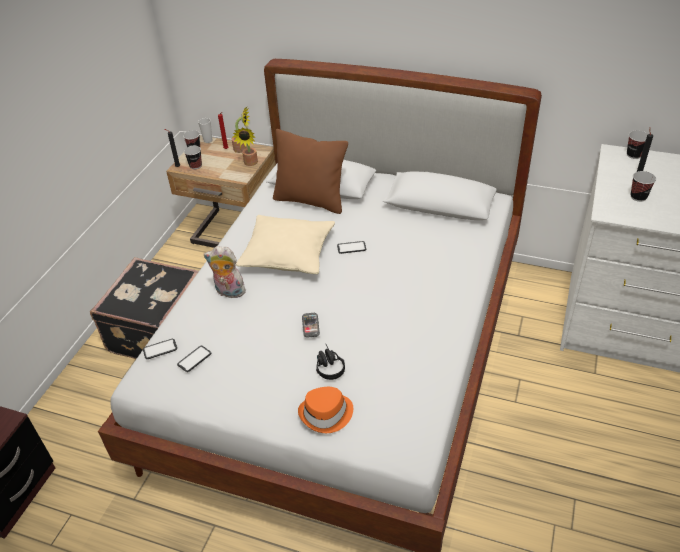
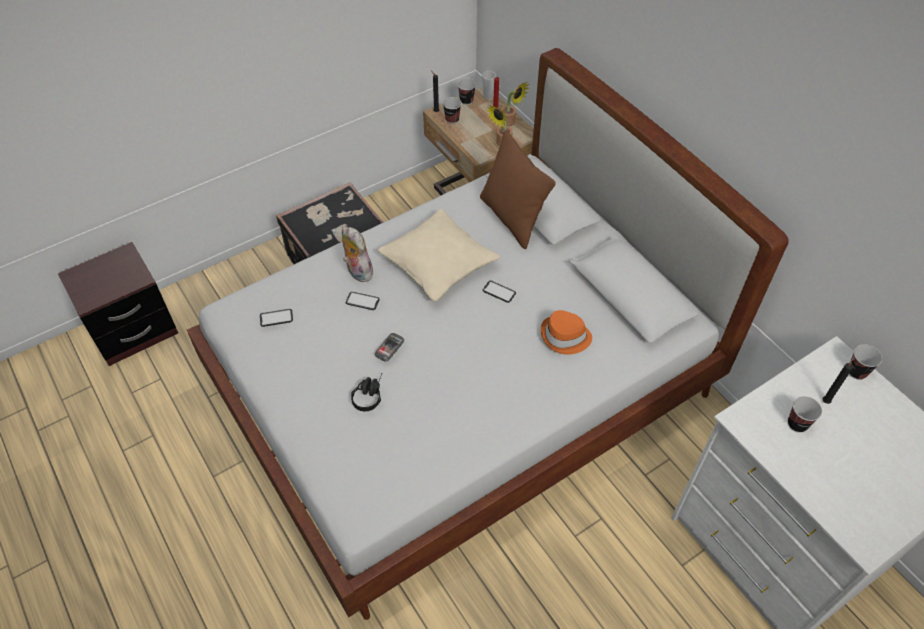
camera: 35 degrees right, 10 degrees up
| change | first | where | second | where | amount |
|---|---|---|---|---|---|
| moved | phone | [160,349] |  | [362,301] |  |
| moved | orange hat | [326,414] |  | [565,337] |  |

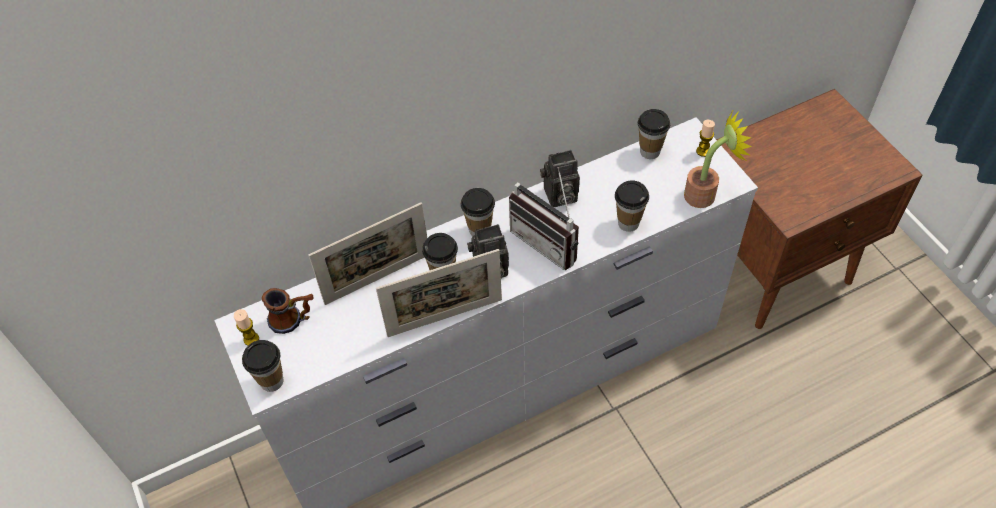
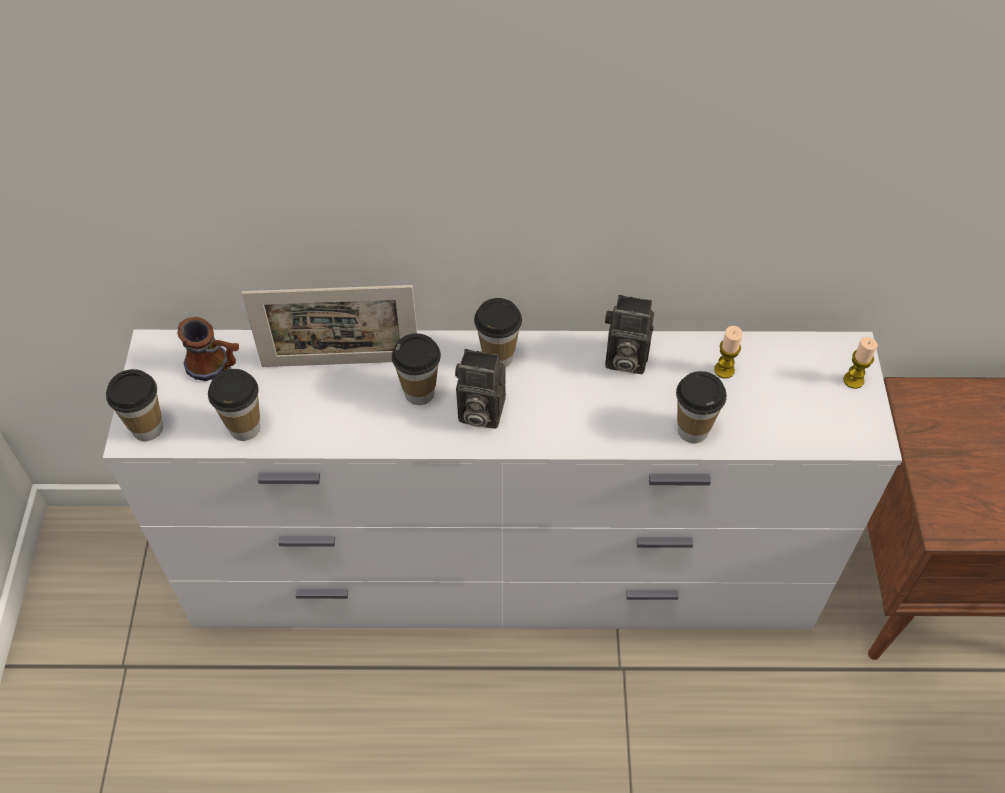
camera: 25 degrees right, 0 degrees up
| change | first | where | second | where | amount |
|---|---|---|---|---|---|
| moved | candle | [251,339] |  | [724,370] |  |
| removed | picture frame | [445,317] |  |  |  |
| removed | radio | [550,241] |  |  |  |
| moved | cup | [649,151] |  | [245,428] |  |
| removed | potted plant | [705,194] |  |  |  |

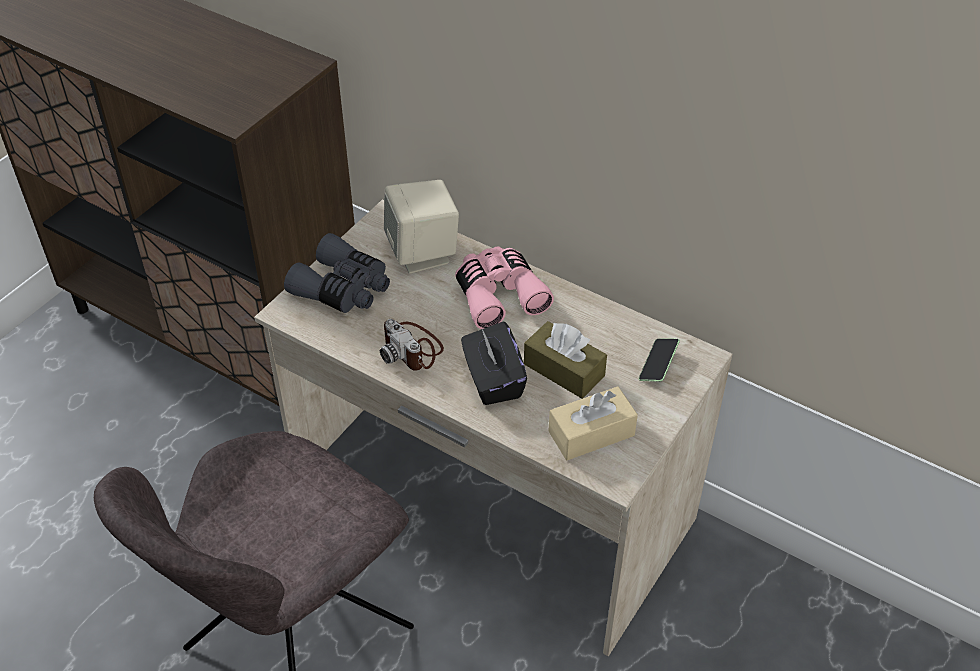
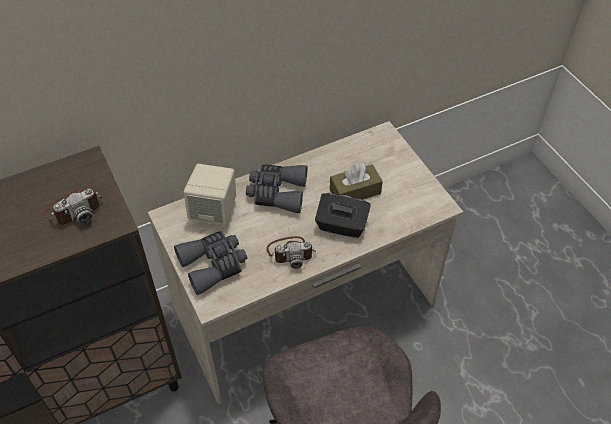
camera: 60 degrees left, 5 degrees up
| change | first | where | second | where | amount |
|---|---|---|---|---|---|
| recoloured | pink binoculars | [499,294] | grey binoculars | [277,193] |  |
| removed | beige tissue box | [591,433] |  |  |  |
| removed | phone | [658,365] |  |  |  |
| added |  |  | photo camera | [74,209] |  |

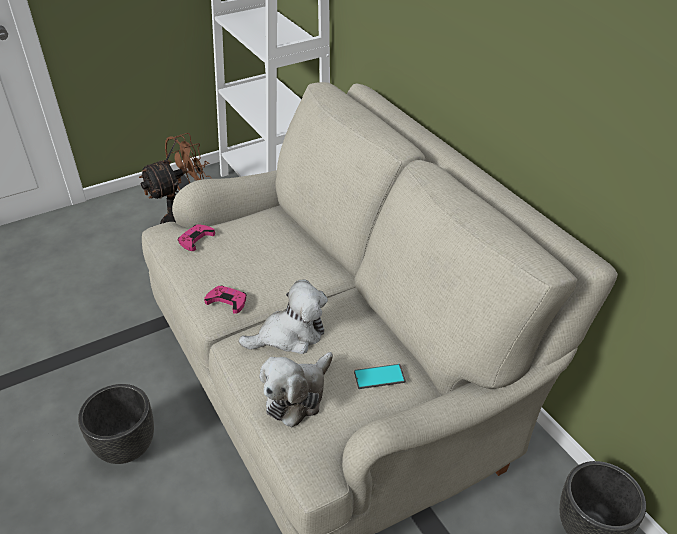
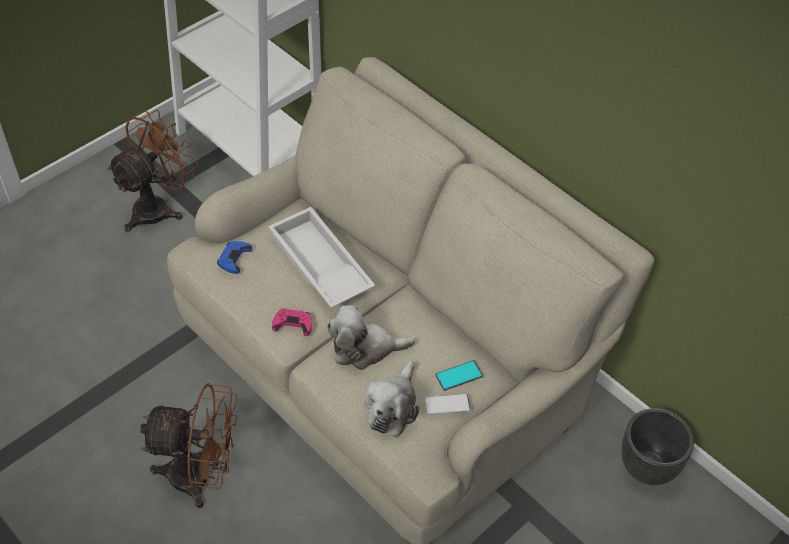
camera: 15 degrees left, 10 degrees up
| change | first | where | second | where | amount |
|---|---|---|---|---|---|
| replaced | black planter | [126,447] | brown fan | [201,477] |  |
| recoloured | pink game controller | [196,239] | blue game controller | [234,258] |  |
| turned | plush toy | [290,335] |  | [365,348] | 150 degrees counterclockwise |
| added |  |  | white tray | [318,265] |  |
| added |  |  | phone | [447,404] |  |

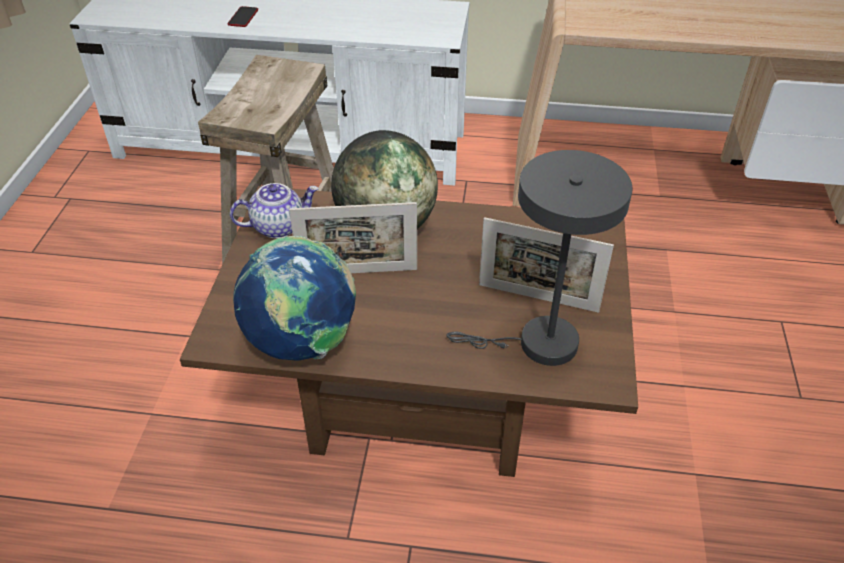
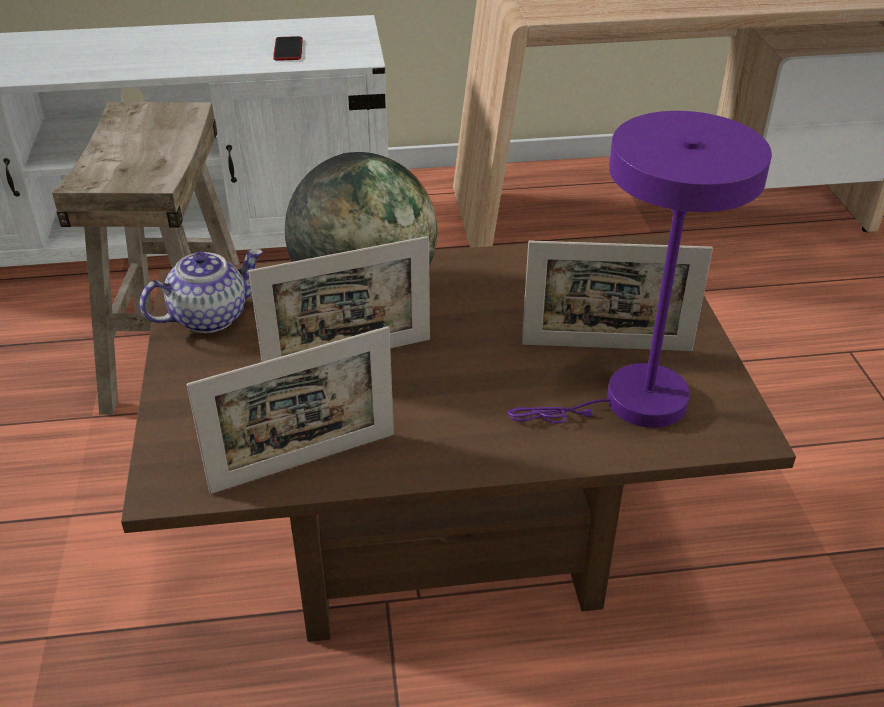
camera: 15 degrees left, 5 degrees down
| change | first | where | second | where | amount |
|---|---|---|---|---|---|
| moved | phone | [243,17] |  | [288,50] |  |
| replaced | globe | [303,342] | picture frame | [304,462] |  |
| recoloured | grey table lamp | [537,344] | purple table lamp | [632,404] |  |

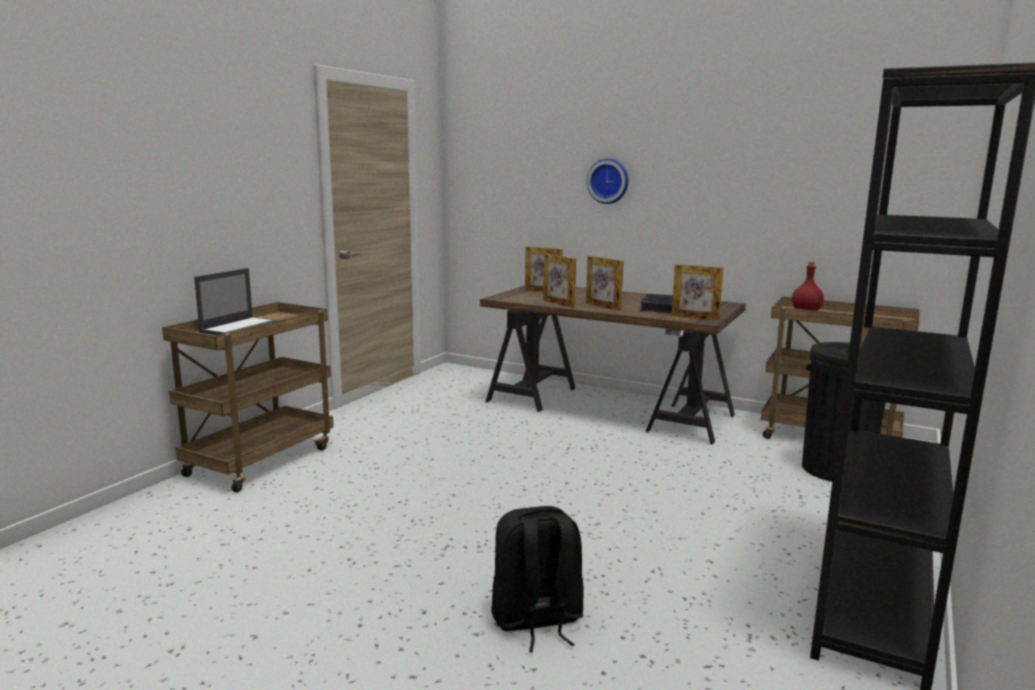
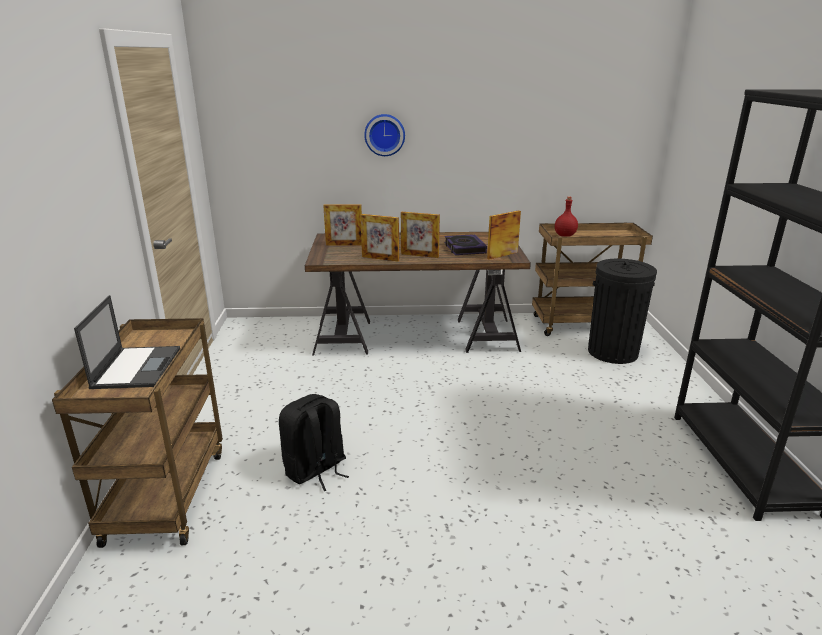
camera: 30 degrees left, 10 degrees up
| change | first | where | second | where | amount |
|---|---|---|---|---|---|
| moved | black backpack | [537,621] |  | [315,470] |  |
| turned | picture frame | [695,317] |  | [502,255] | 150 degrees clockwise |

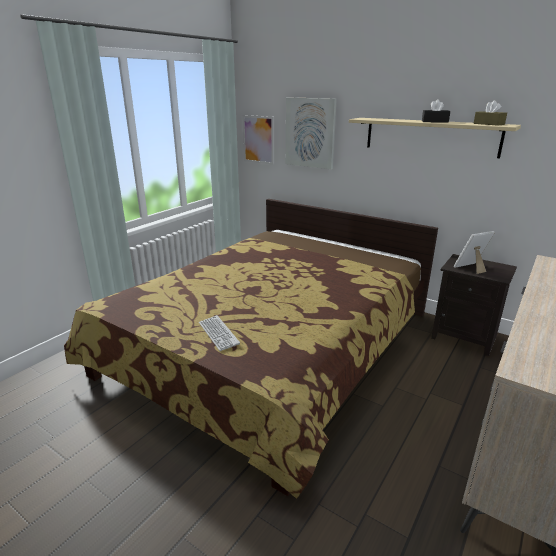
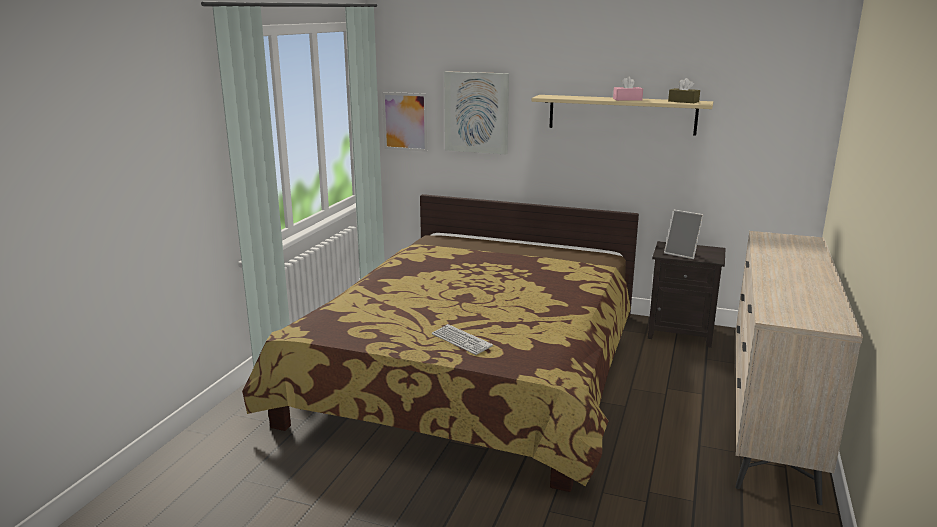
camera: 15 degrees left, 5 degrees down
| change | first | where | second | where | amount |
|---|---|---|---|---|---|
| recoloured | black tissue box | [434,121] | pink tissue box | [627,99] |  |
| turned | picture frame | [471,268] |  | [682,253] | 105 degrees counterclockwise |

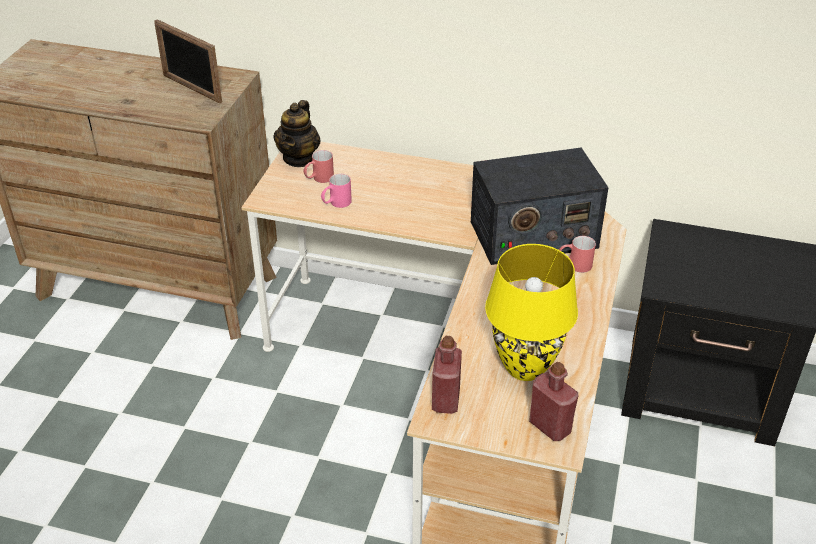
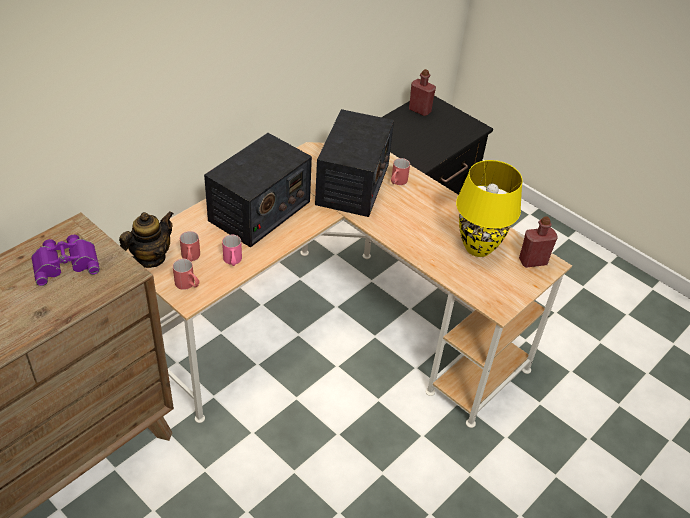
camera: 65 degrees left, 5 degrees up
| change | first | where | second | where | amount |
|---|---|---|---|---|---|
| replaced | picture frame | [192,88] | purple binoculars | [66,262] |  |
| turned | teapot | [299,158] |  | [150,258] | 90 degrees counterclockwise |
| moved | red bottle | [445,400] |  | [419,110] |  |
| added |  |  | red mug | [188,285] |  |
| added |  |  | radio | [259,211] |  |

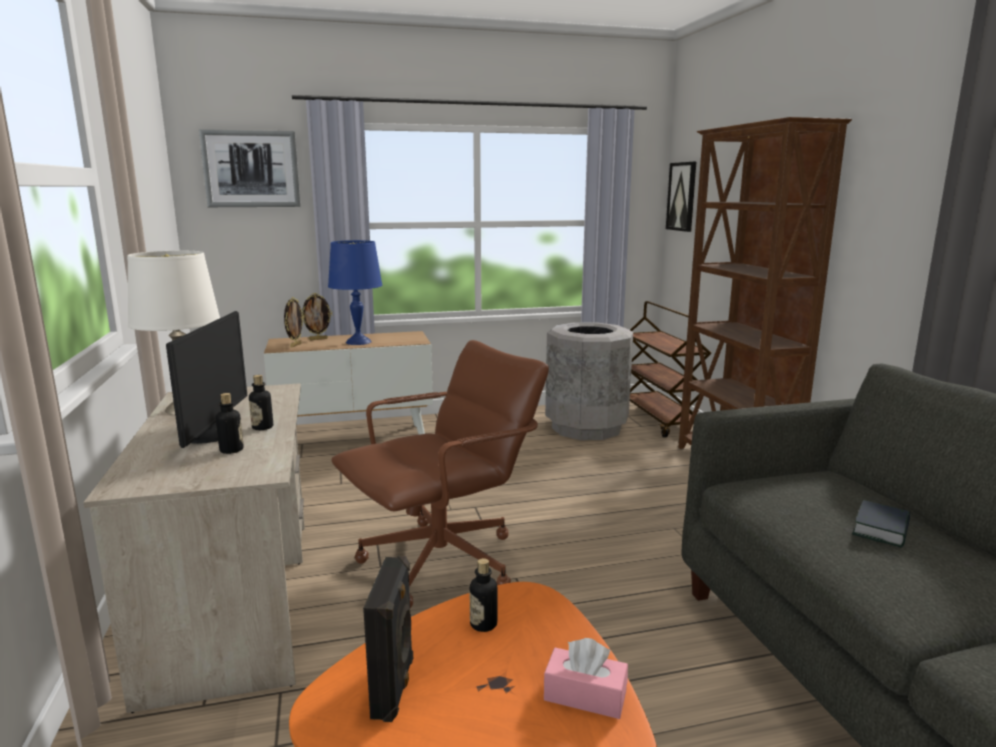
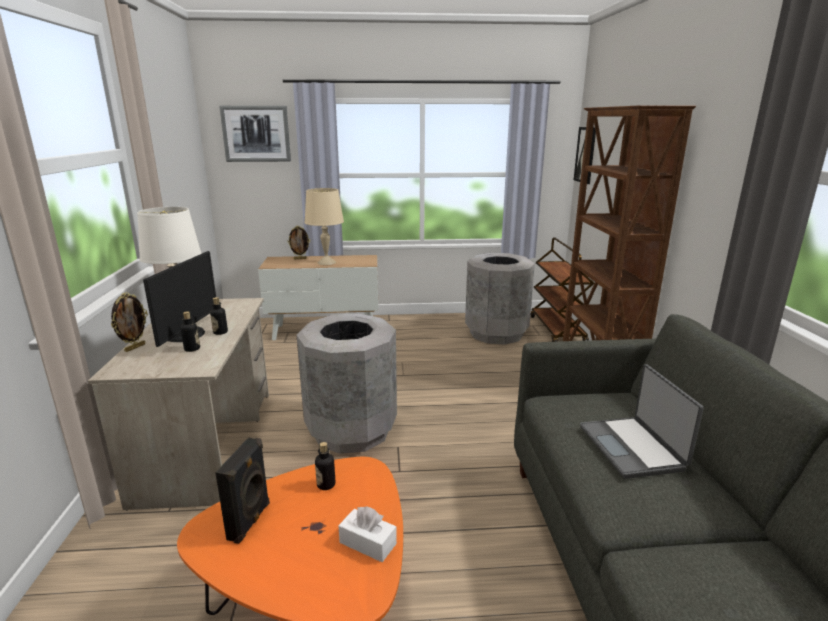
camera: 10 degrees right, 5 degrees up
| change | first | where | second | where | amount |
|---|---|---|---|---|---|
| moved | picture frame | [295,345] |  | [134,347] |  |
| recoloured | blue table lamp | [359,342] | beige table lamp | [327,262] |  |
| replaced | brown office chair | [443,563] | grey trash can | [352,430] |  |
| recoloured | pink tissue box | [585,695] | white tissue box | [368,543] |  |
| replaced | book | [881,530] | laptop | [632,447] |  |

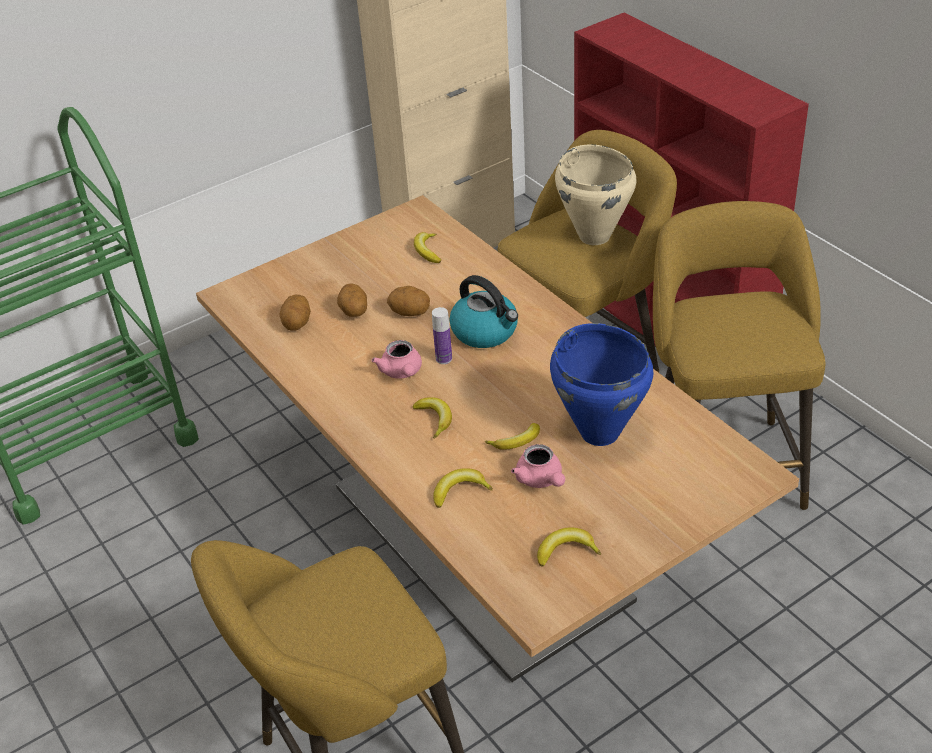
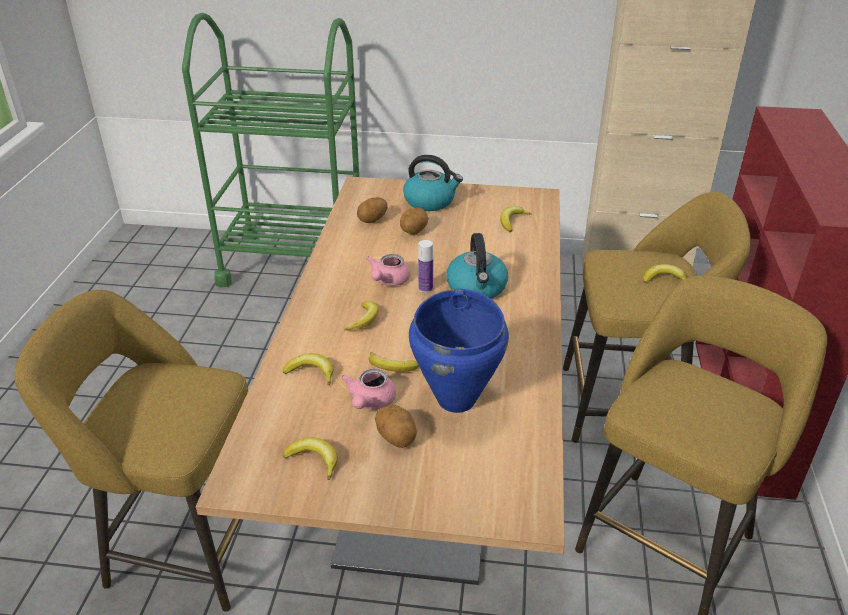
camera: 40 degrees right, 5 degrees down
| change | first | where | second | where | amount |
|---|---|---|---|---|---|
| moved | potato | [410,313] |  | [396,438] |  |
| replaced | beige cooking pot | [594,236] | banana | [664,279] |  |
| added |  |  | kettle | [430,201] |  |

